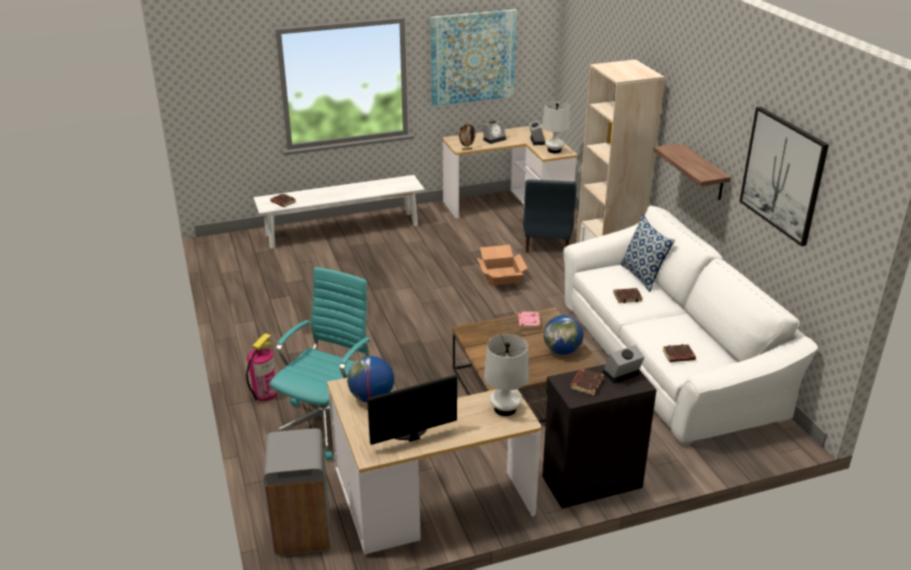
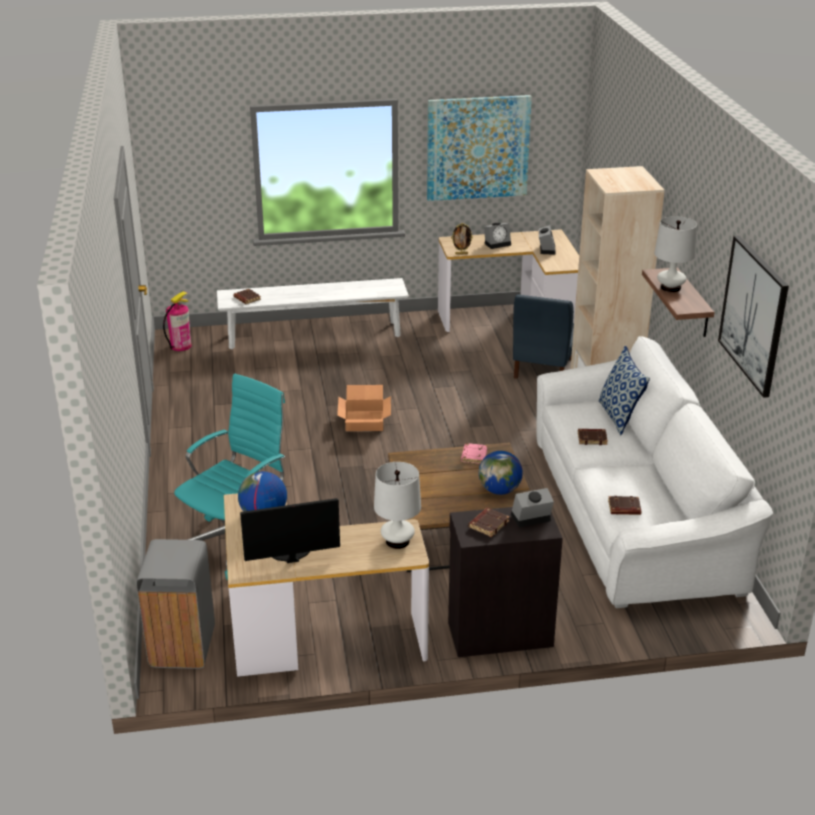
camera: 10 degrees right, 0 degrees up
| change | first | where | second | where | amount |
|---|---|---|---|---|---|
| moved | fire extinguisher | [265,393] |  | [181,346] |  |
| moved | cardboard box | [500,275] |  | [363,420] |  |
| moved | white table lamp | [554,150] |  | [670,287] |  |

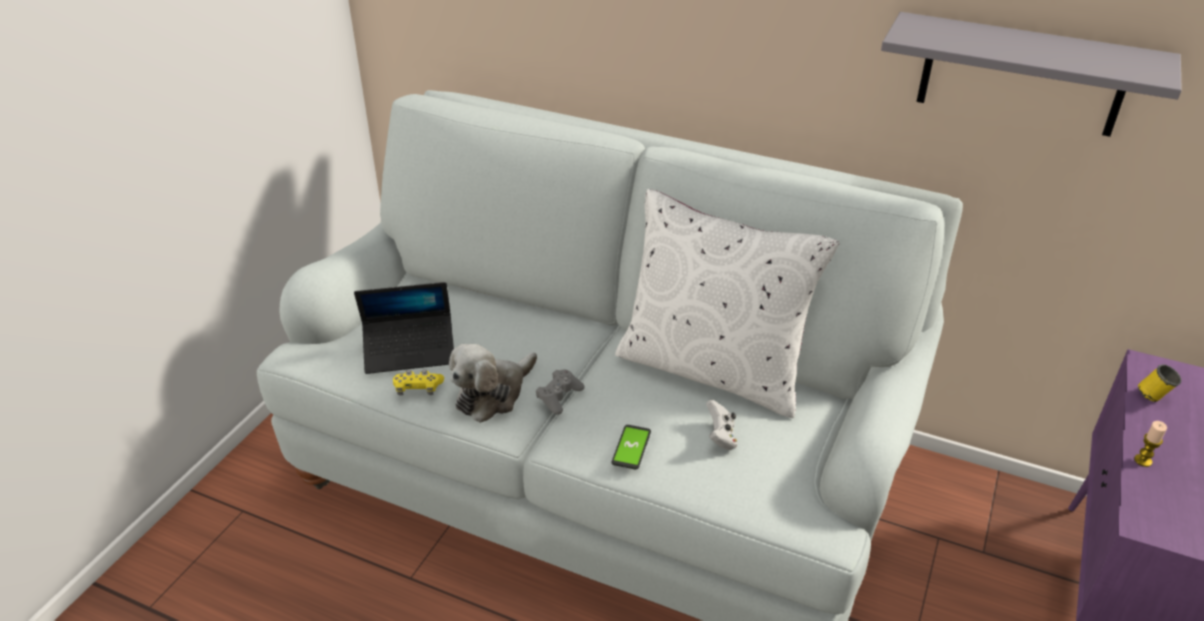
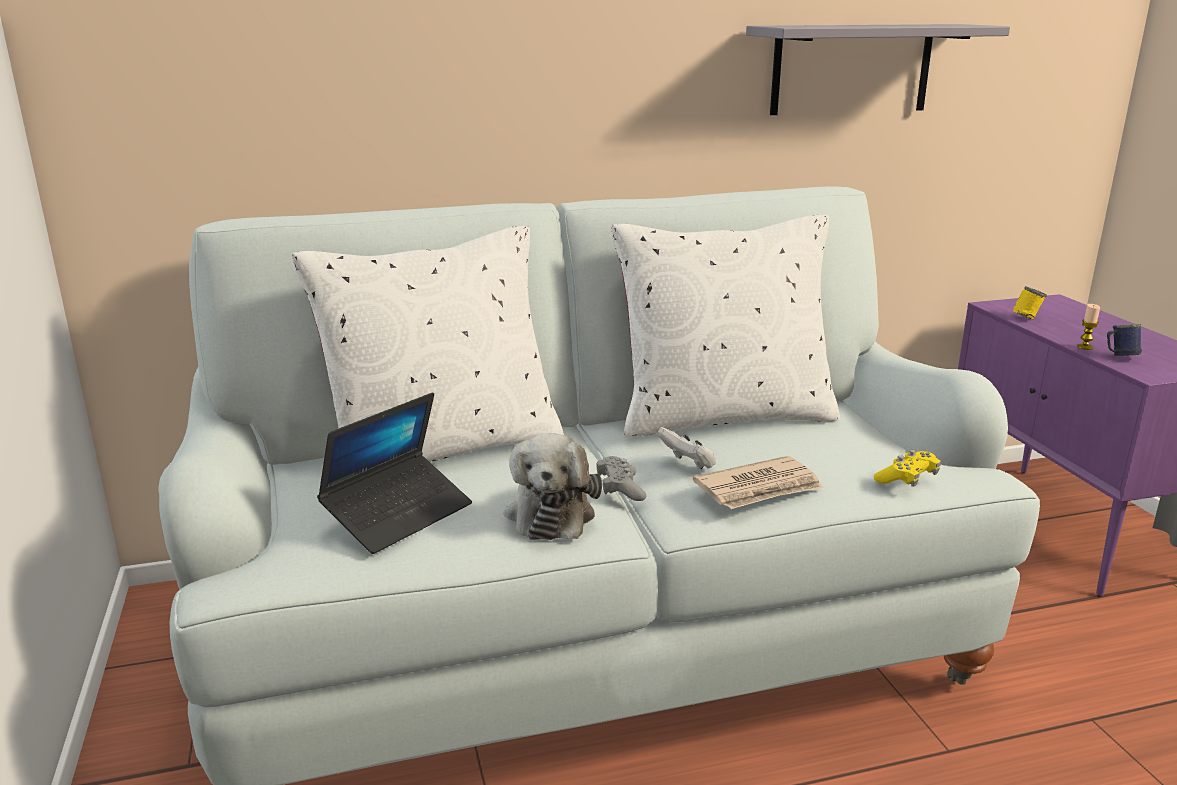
camera: 40 degrees left, 15 degrees down
| change | first | where | second | where | amount |
|---|---|---|---|---|---|
| moved | yellow game controller | [418,389] |  | [907,479] |  |
| replaced | phone | [631,447] | newspaper | [759,488] |  |
| moved | white game controller | [720,437] |  | [688,464] |  |
| added |  |  | white pillow | [442,448] |  |
| added |  |  | blue mug | [1119,357] |  |

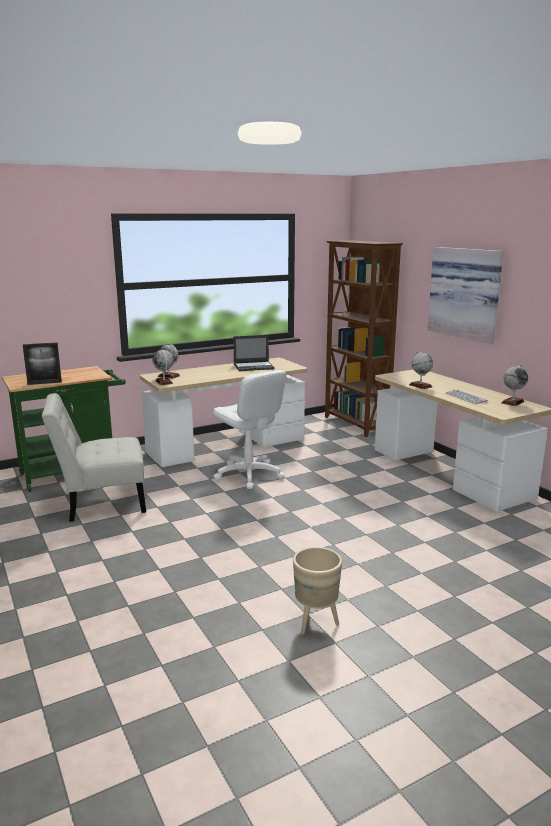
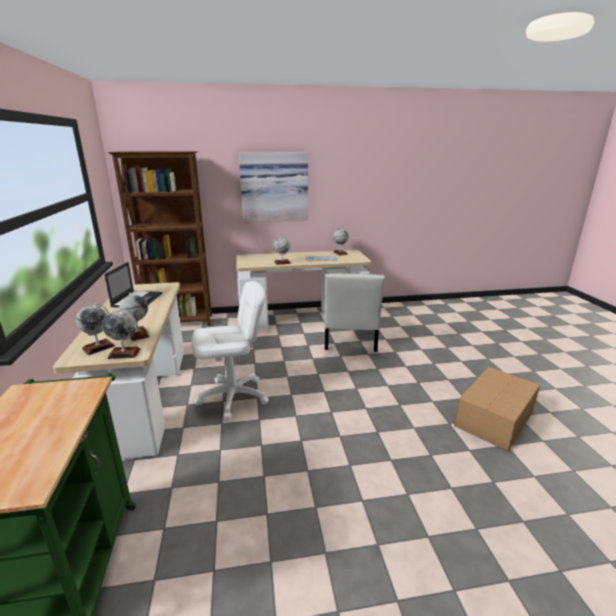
camera: 70 degrees left, 5 degrees up
| change | first | where | second | where | amount |
|---|---|---|---|---|---|
| removed | picture frame | [44,383] |  |  |  |
| moved | white chair | [101,503] |  | [350,341] |  |
| replaced | beige planter | [316,623] | cardboard box | [495,418] |  |
| added |  |  | globe | [138,334] |  |

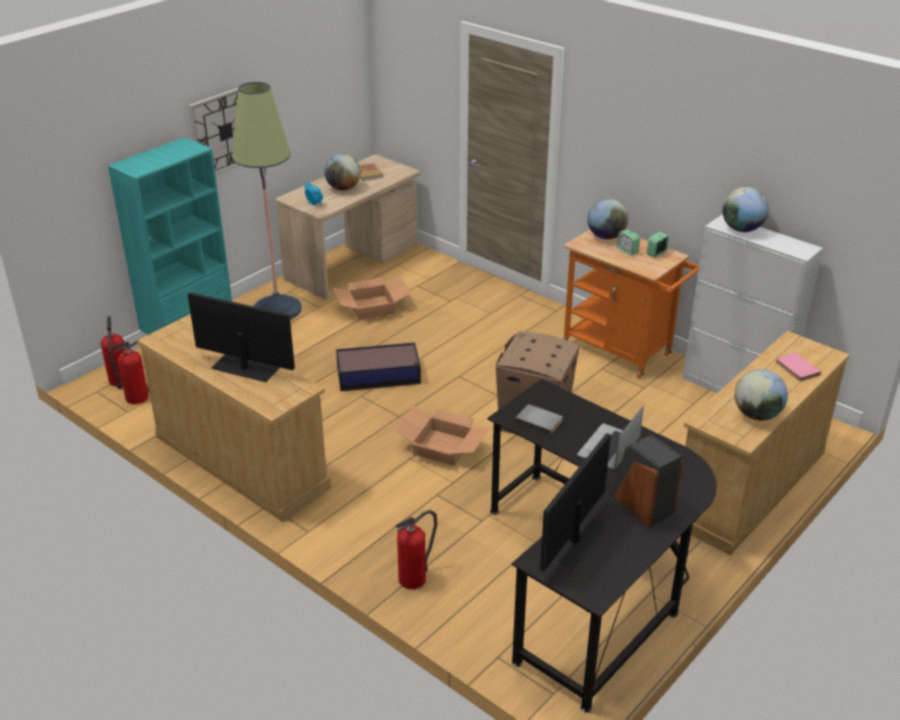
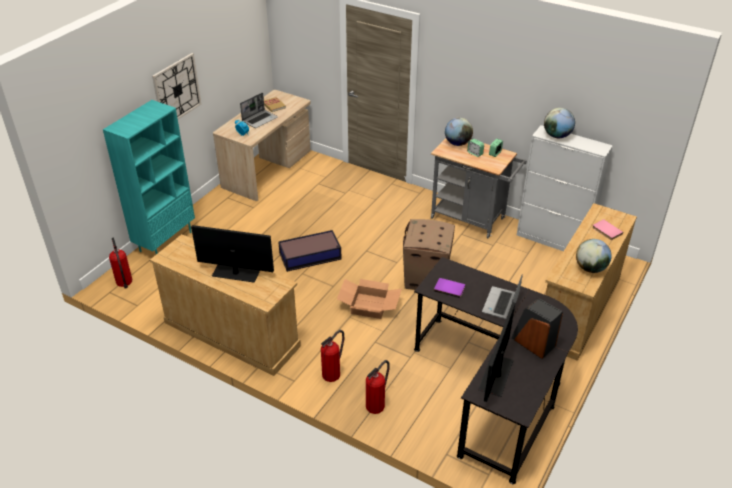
camera: 10 degrees left, 5 degrees up
| change | first | where | second | where | amount |
|---|---|---|---|---|---|
| moved | fire extinguisher | [139,396] |  | [332,373] |  |
| removed | floor lamp | [277,309] |  |  |  |
| replaced | globe | [343,188] | laptop | [260,119] |  |
| removed | cardboard box | [372,307] |  |  |  |
| recoloured | grey book | [540,420] | purple book | [449,288] |  |
| recoloured | orange cart | [622,351] | grey cart | [472,219] |  |

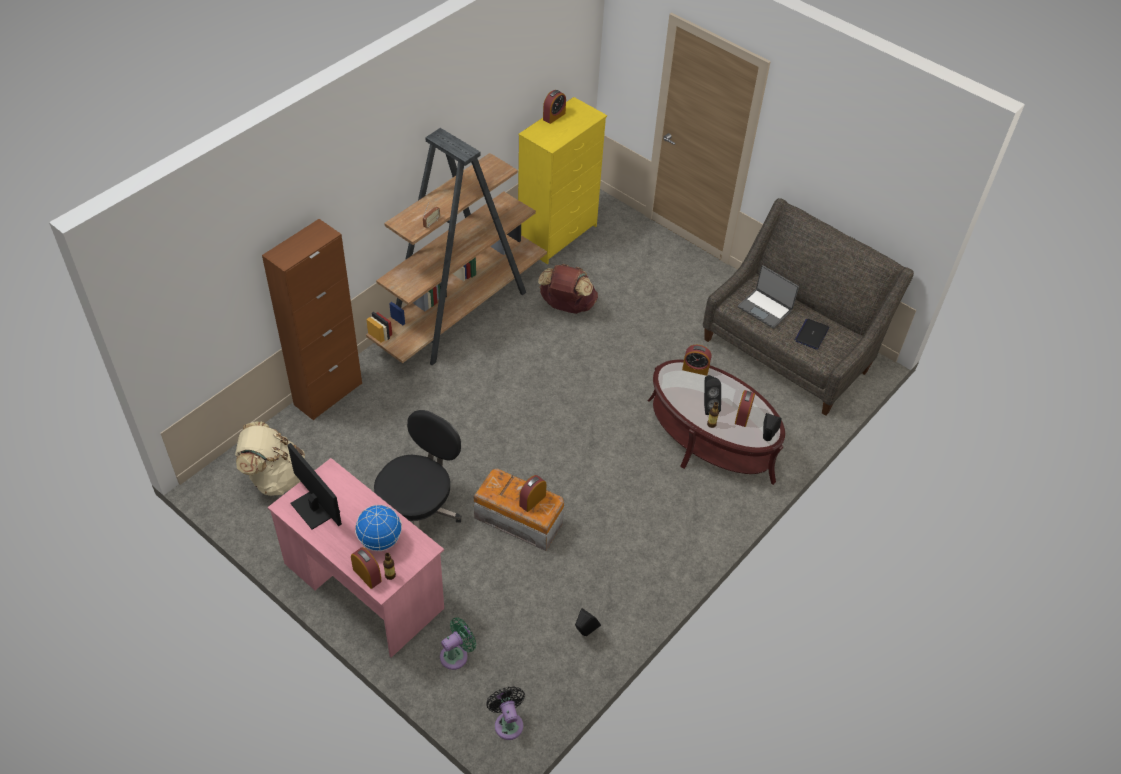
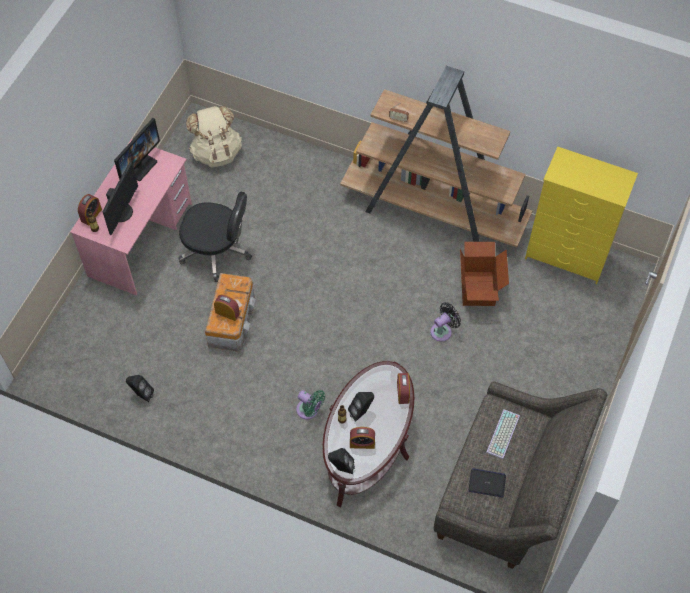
camera: 75 degrees right, 10 degrees up
| change | first | where | second | where | amount |
|---|---|---|---|---|---|
| removed | brown cabinet | [328,394] |  |  |  |
| replaced | globe | [380,540] | monitor | [122,212] |  |
| moved | green fan | [456,655] |  | [309,411] |  |
| moved | black fan | [508,722] |  | [443,330] |  |
| replaced | brown backpack | [567,306] | cardboard box | [478,289] |  |
| removed | alarm clock | [554,116] |  |  |  |
| replaced | laptop | [765,309] | keyboard | [503,435] |  |

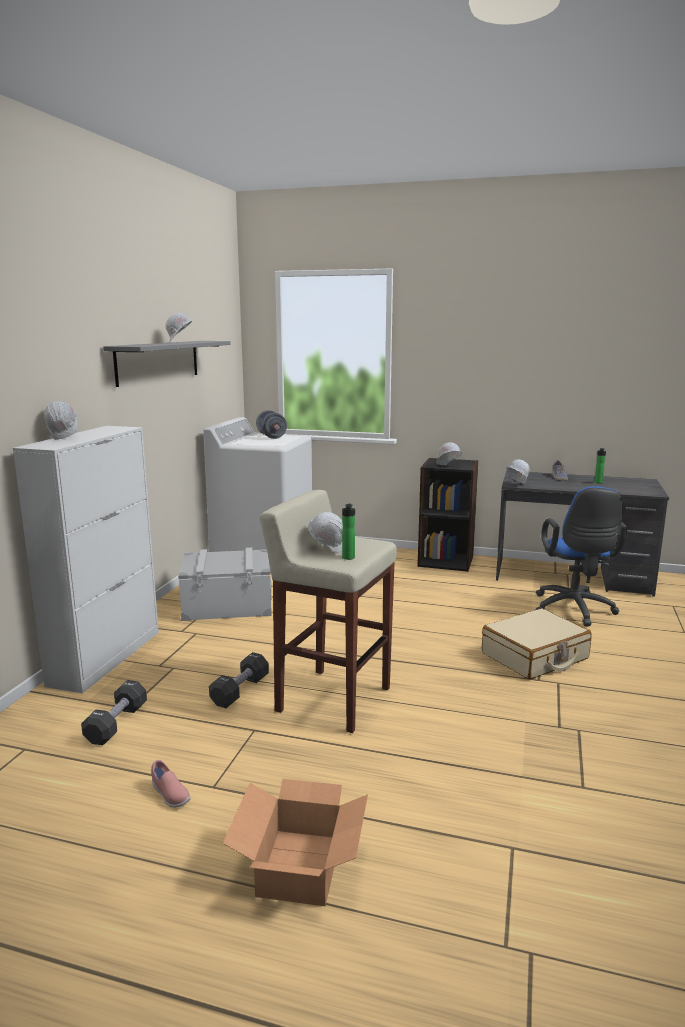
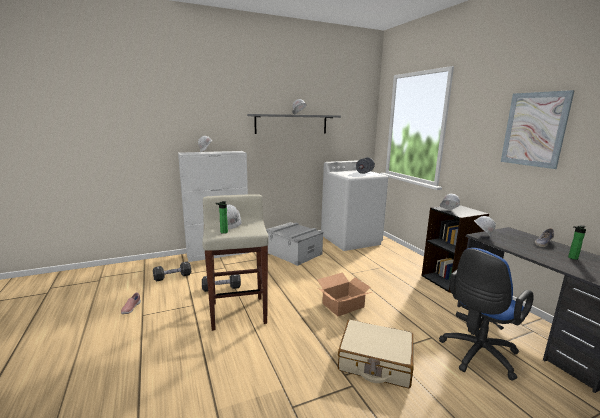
camera: 50 degrees right, 0 degrees up
| change | first | where | second | where | amount |
|---|---|---|---|---|---|
| moved | cardboard box | [301,866] |  | [343,305] |  |
| added |  |  | picture | [534,129] |  |

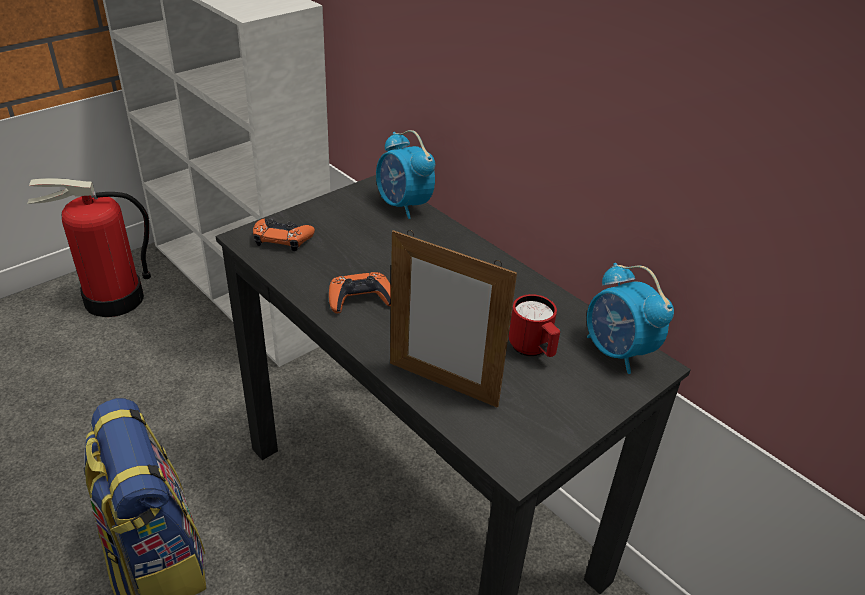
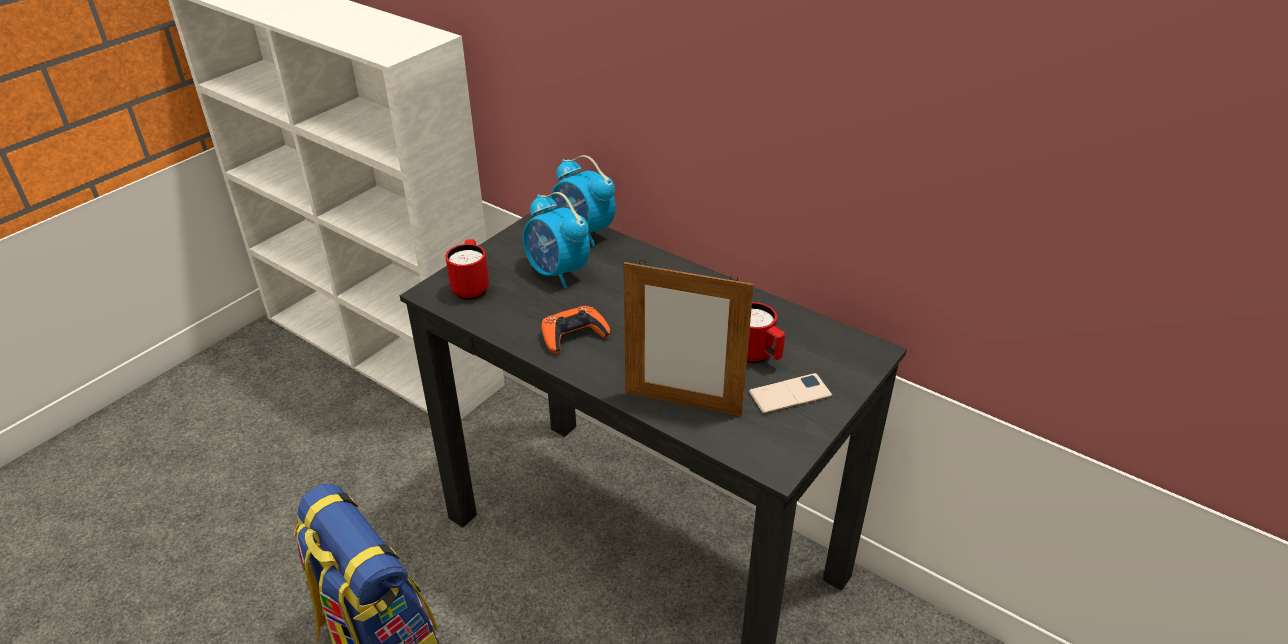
camera: 10 degrees left, 0 degrees up
| change | first | where | second | where | amount |
|---|---|---|---|---|---|
| removed | fire extinguisher | [113,300] |  |  |  |
| replaced | orange game controller | [282,238] | red mug | [471,287] |  |
| moved | alarm clock | [617,352] |  | [557,273] |  |
| added |  |  | phone | [790,394] |  |

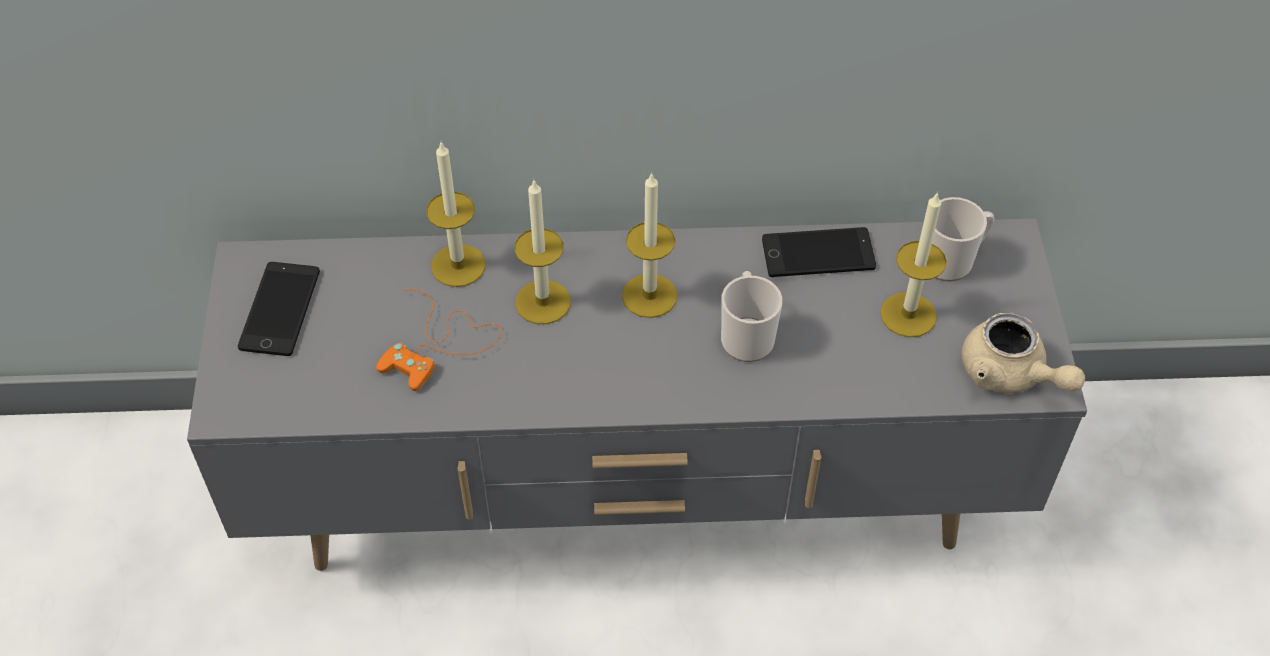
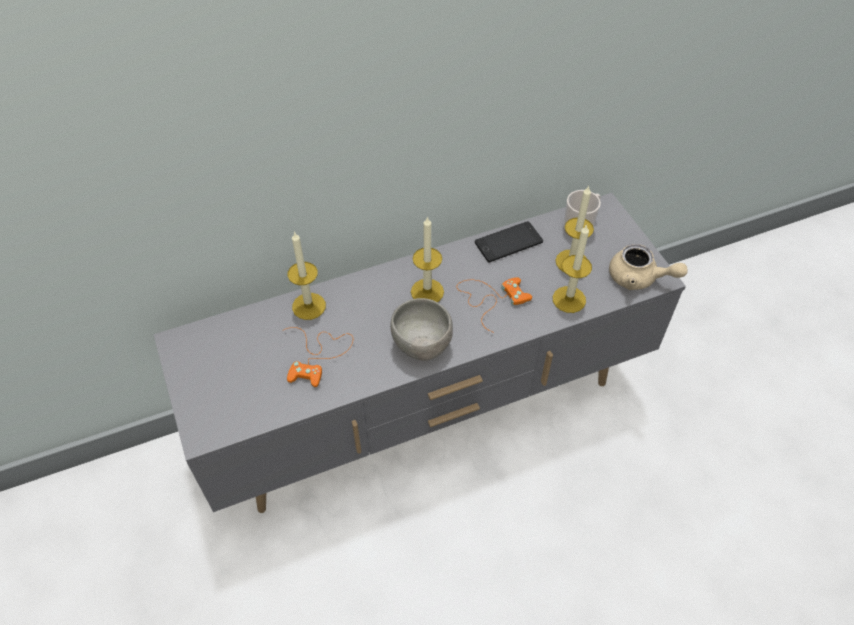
camera: 20 degrees left, 0 degrees up
| change | first | where | second | where | amount |
|---|---|---|---|---|---|
| removed | phone | [280,309] |  |  |  |
| moved | candle | [543,302] |  | [569,299] |  |
| replaced | mug | [746,335] | orange game controller | [491,298] |  |
| added |  |  | grey bowl | [421,346] |  |

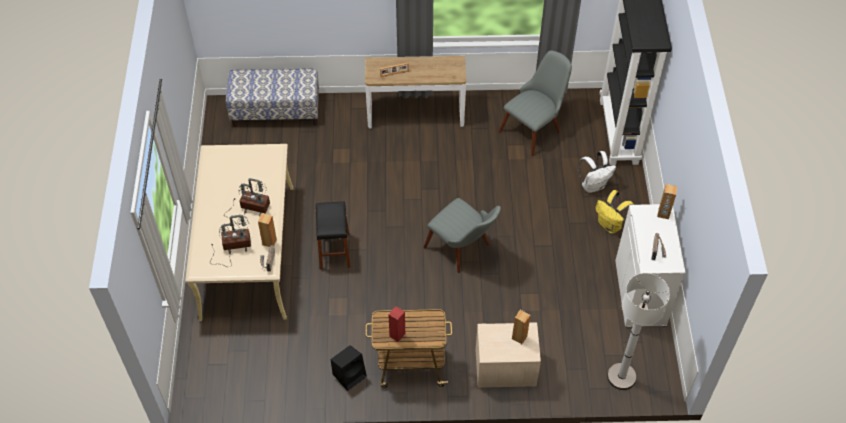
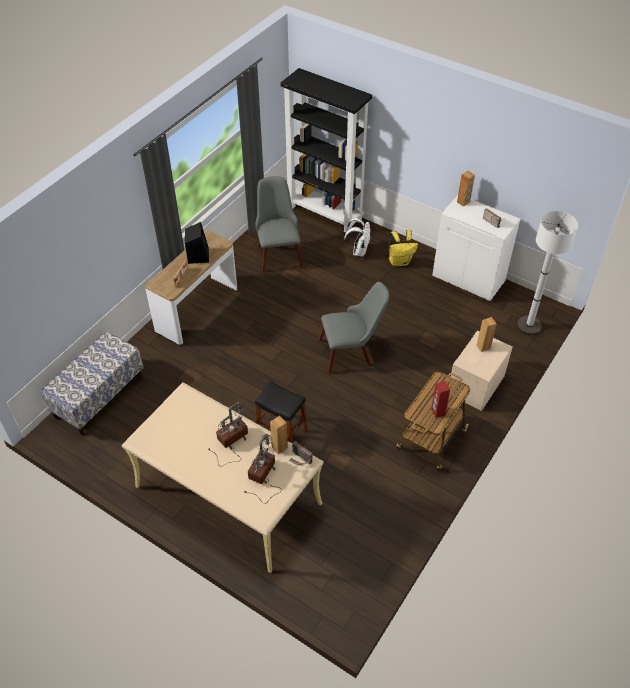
camera: 55 degrees left, 5 degrees down
| change | first | where | second | where | amount |
|---|---|---|---|---|---|
| moved | black speaker | [350,374] |  | [198,255] |  |

